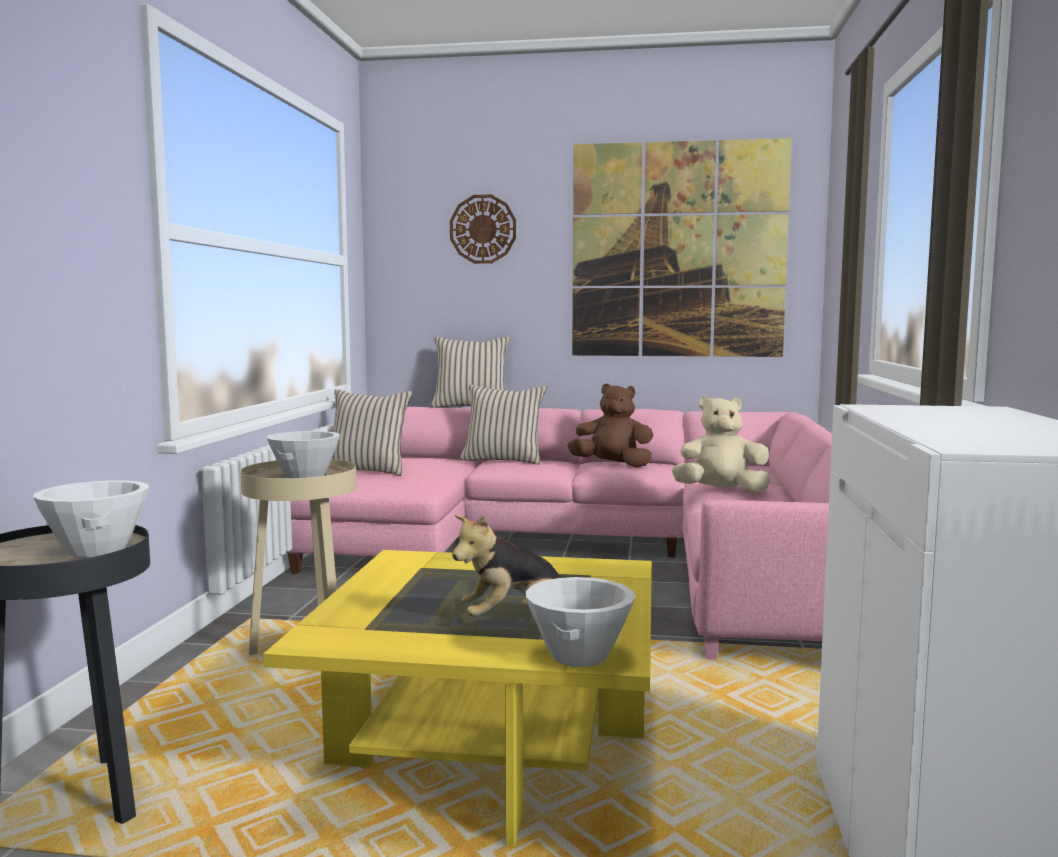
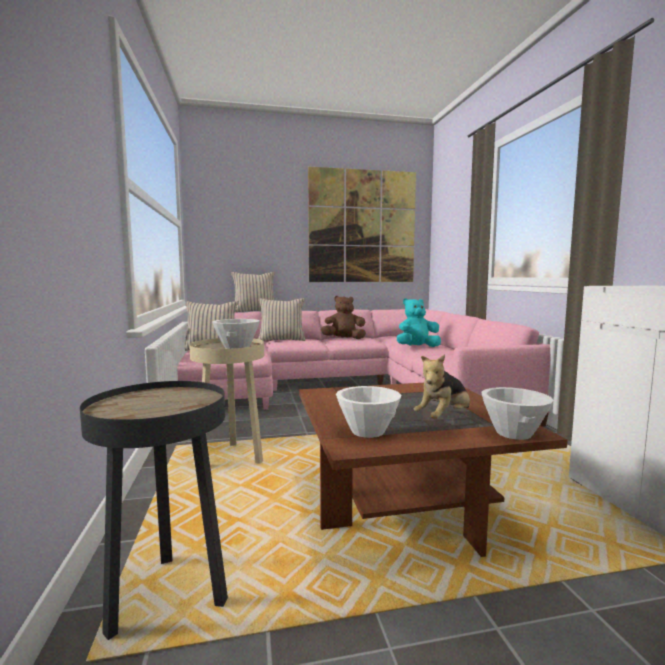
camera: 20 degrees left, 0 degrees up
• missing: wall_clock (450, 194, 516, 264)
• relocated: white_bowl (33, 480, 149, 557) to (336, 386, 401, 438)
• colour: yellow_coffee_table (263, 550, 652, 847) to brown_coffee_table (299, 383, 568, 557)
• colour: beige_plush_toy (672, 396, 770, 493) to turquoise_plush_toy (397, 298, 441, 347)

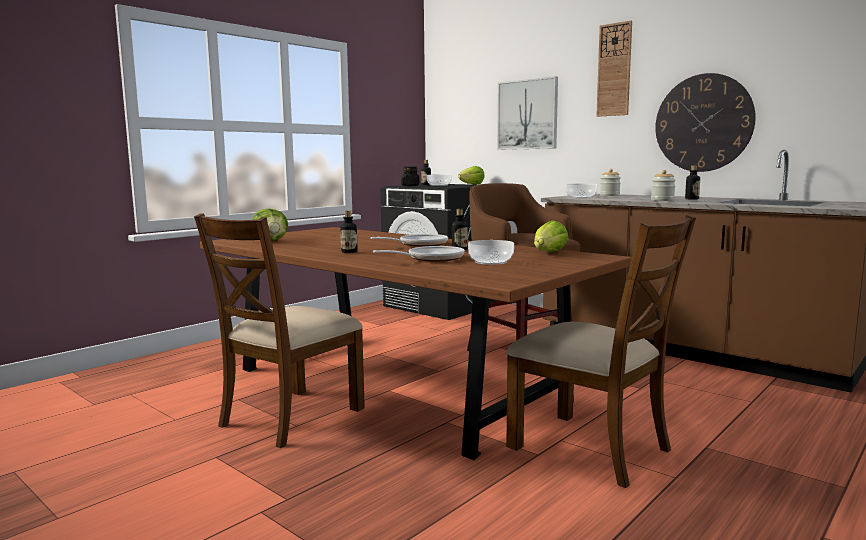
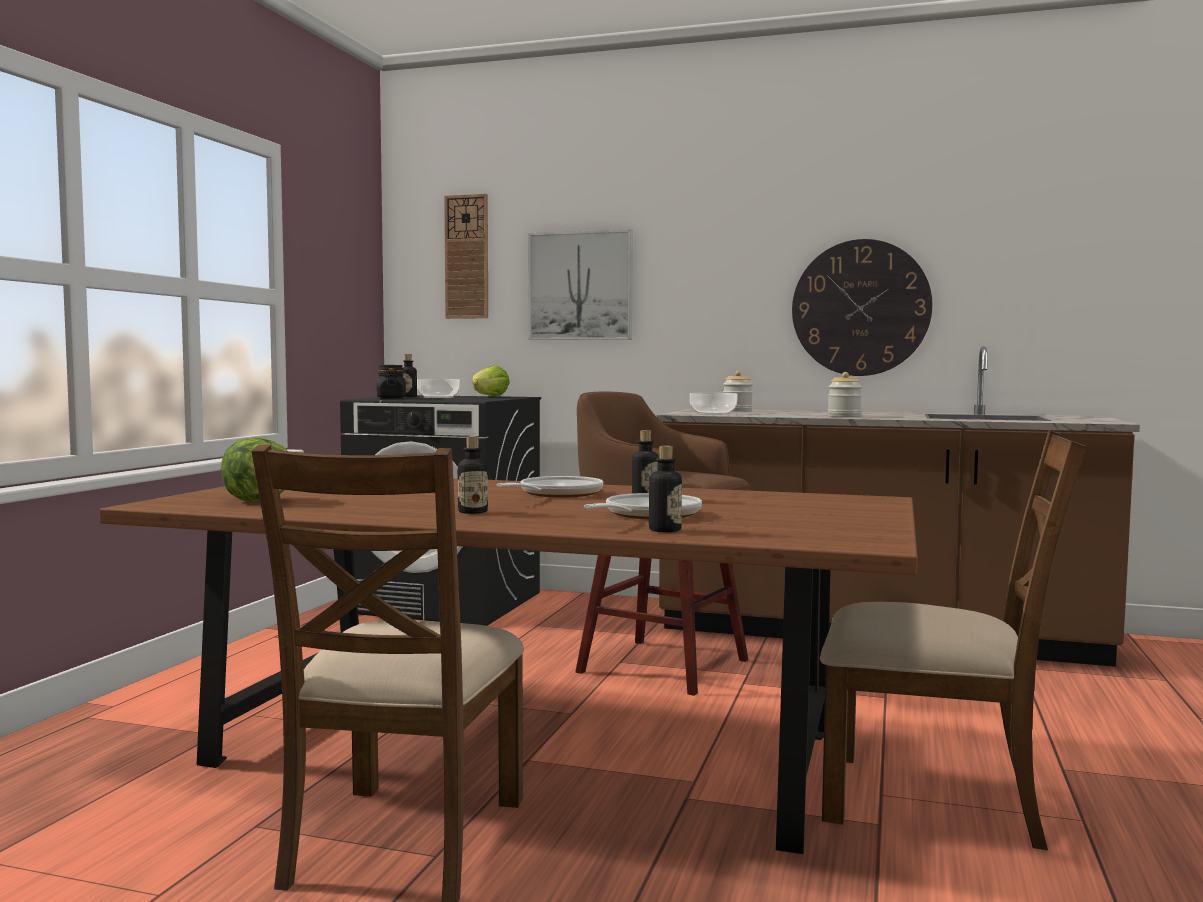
camera: 25 degrees left, 5 degrees down
• missing: bowl (468, 240, 514, 265)
• missing: lettuce (534, 220, 568, 252)
• relocated: wall_clock (596, 21, 632, 117) to (444, 194, 488, 319)
• relocated: bottle (685, 165, 700, 200) to (649, 446, 682, 532)

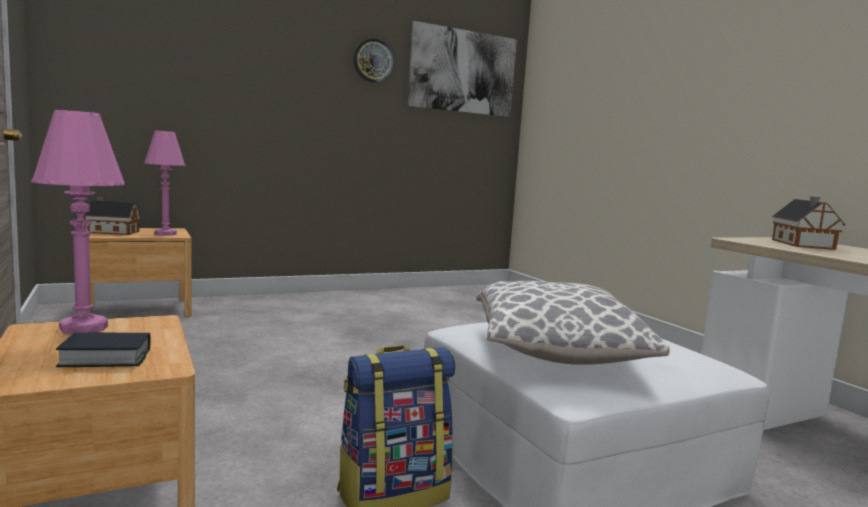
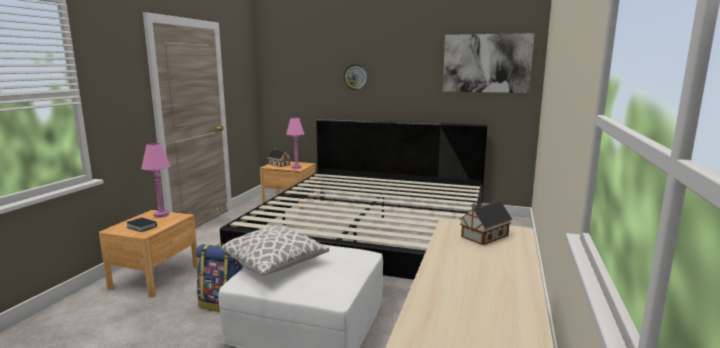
camera: 45 degrees right, 5 degrees up
• appeared: bed (220, 118, 488, 280)
• relocated: wall_clock (353, 38, 394, 83) to (343, 64, 368, 90)

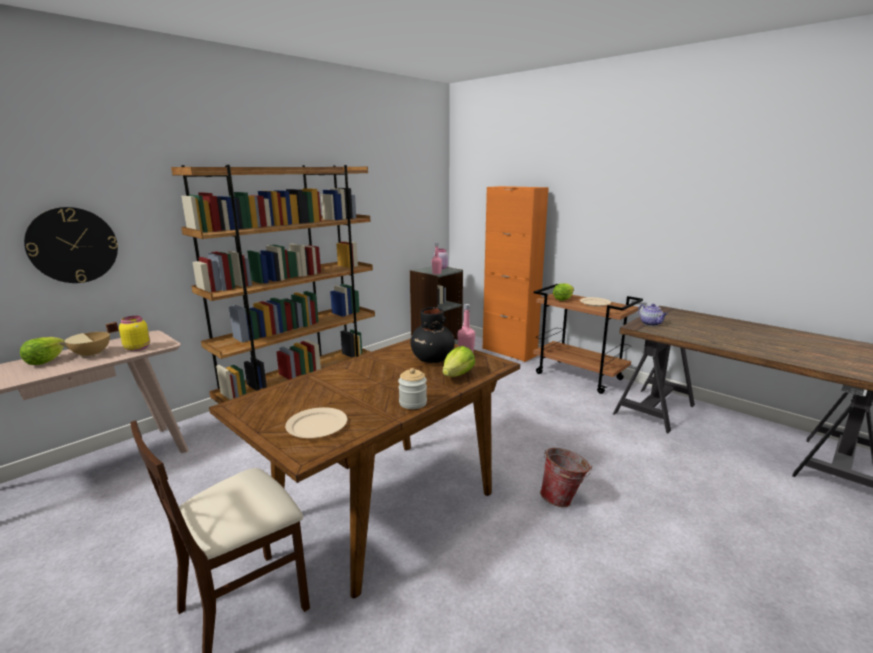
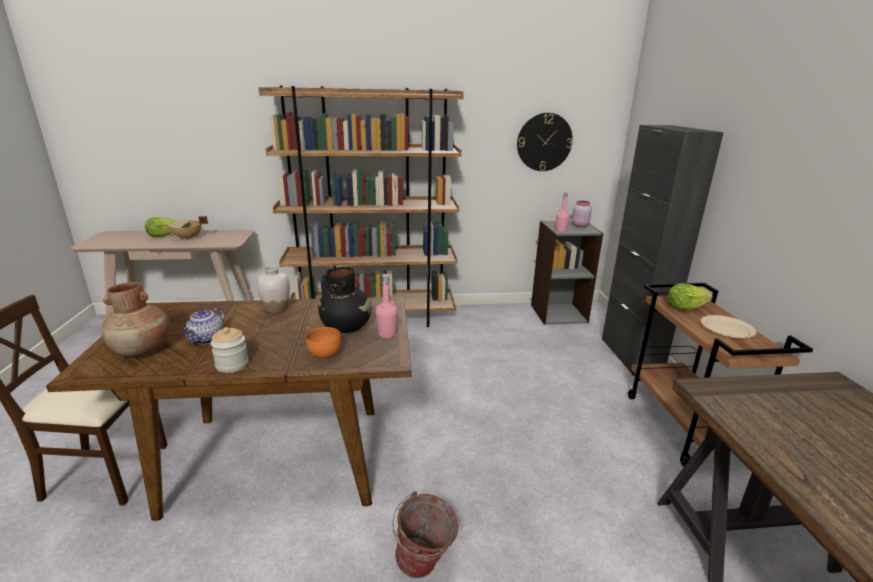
camera: 40 degrees right, 5 degrees up
• missing: yellow_jar (119, 316, 150, 351)
• appeared: white_vase (257, 266, 290, 313)
• relocated: wall_clock (24, 207, 118, 283) to (517, 113, 573, 171)
• relocated: teapot (638, 304, 668, 326) to (180, 307, 225, 344)
• exchanged: beige_plate (285, 407, 348, 438) to brown_vase (101, 282, 171, 357)
• exchanged: lettuce (442, 346, 475, 377) to orange_bowl (306, 327, 342, 360)
• colour: orange_cabinet (483, 186, 549, 362) to black_cabinet (602, 125, 724, 376)

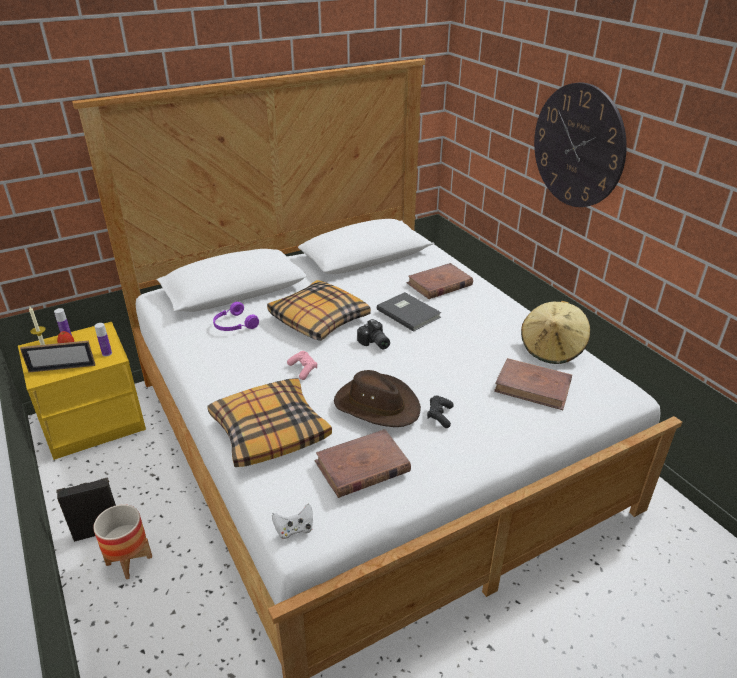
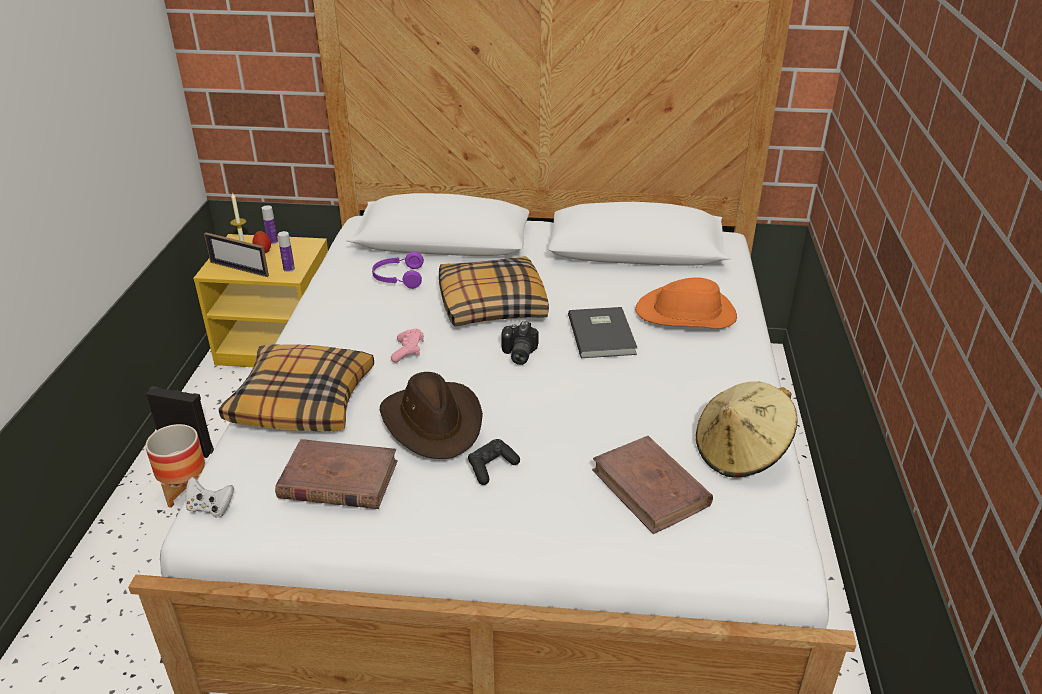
camera: 35 degrees right, 0 degrees up
• missing: wall_clock (534, 83, 627, 207)
• exchanged: brown_book (407, 263, 473, 299) to orange_hat (635, 277, 737, 329)

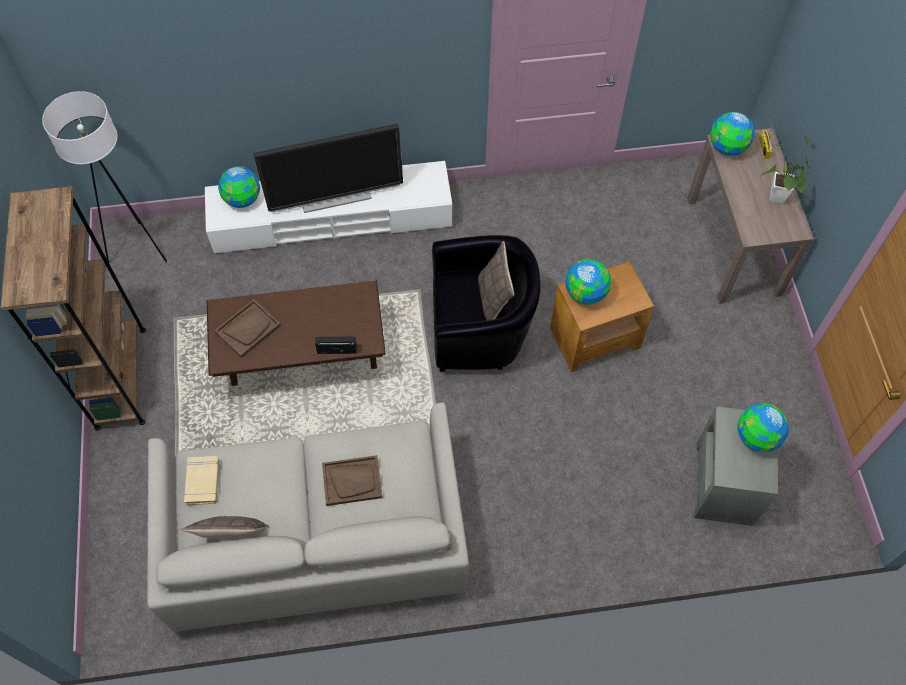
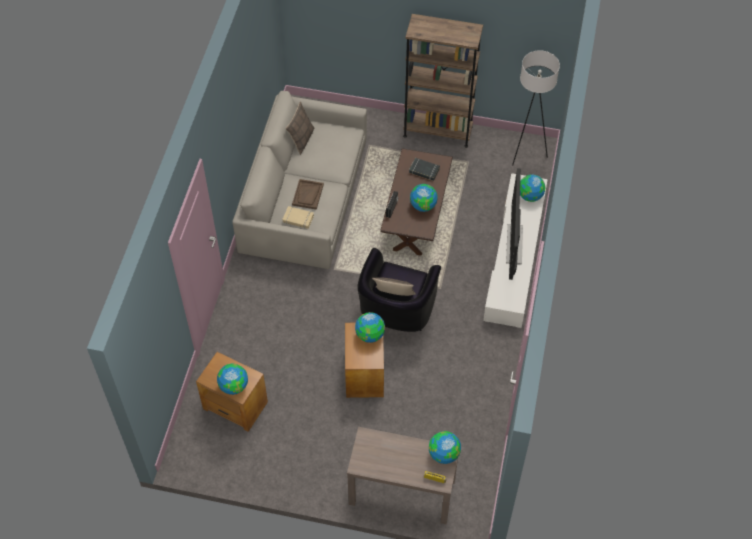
camera: 110 degrees right, 5 degrees down
• missing: potted_plant (761, 135, 810, 204)
• appeared: globe (410, 184, 438, 212)
• relocated: beige_book (184, 456, 220, 505) to (283, 206, 314, 229)
• exchanged: brown_tray (214, 299, 281, 358) to black_book (409, 158, 440, 181)
• colour: grey_side_table (694, 406, 778, 526) to brown_side_table (196, 352, 268, 432)

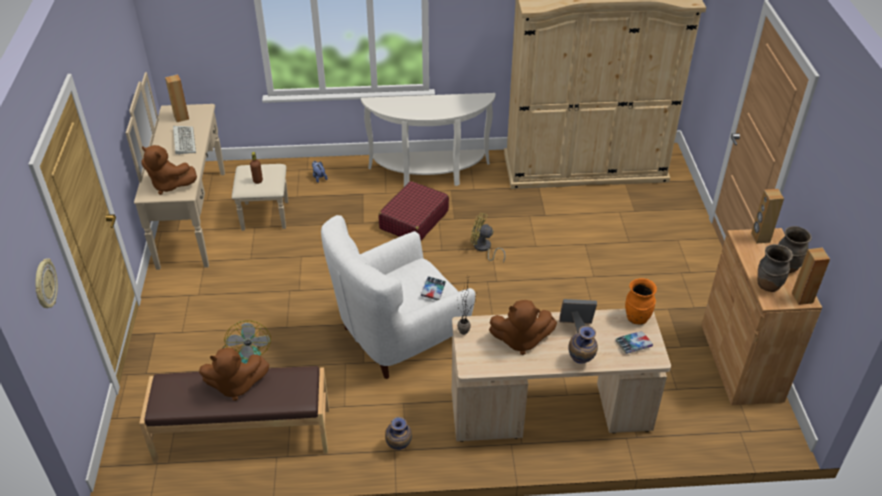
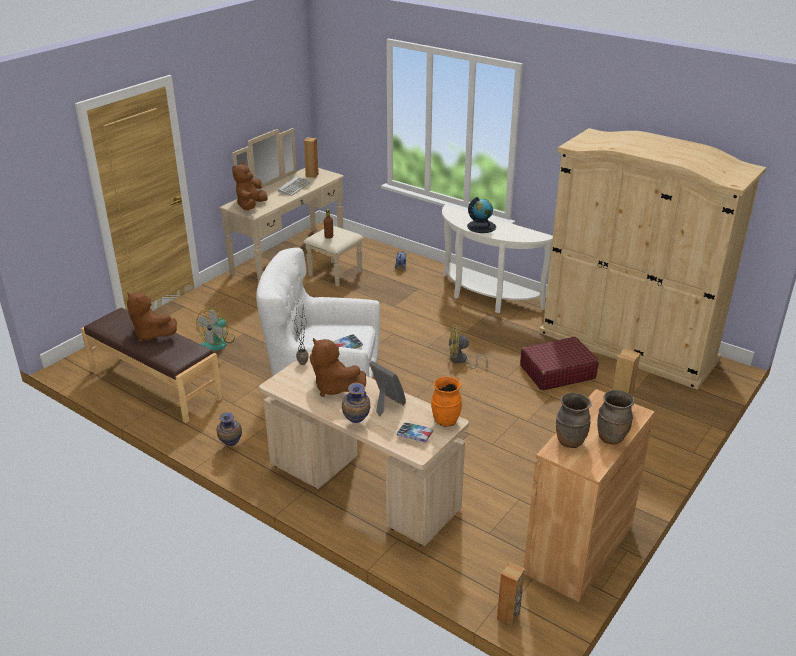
camera: 40 degrees right, 10 degrees down
• missing: wall_clock (35, 259, 58, 308)
• appeared: globe (467, 197, 496, 233)
• relocated: red_suitcase (378, 181, 449, 240) to (520, 337, 599, 390)
• relocated: brown_speaker (792, 247, 830, 305) to (497, 562, 525, 627)
• spun: brown_plush_toy (141, 145, 197, 195) = (232, 162, 268, 210) 45 degrees clockwise
• spun: yellow_fan (470, 213, 506, 263) = (449, 326, 488, 369) 60 degrees counterclockwise

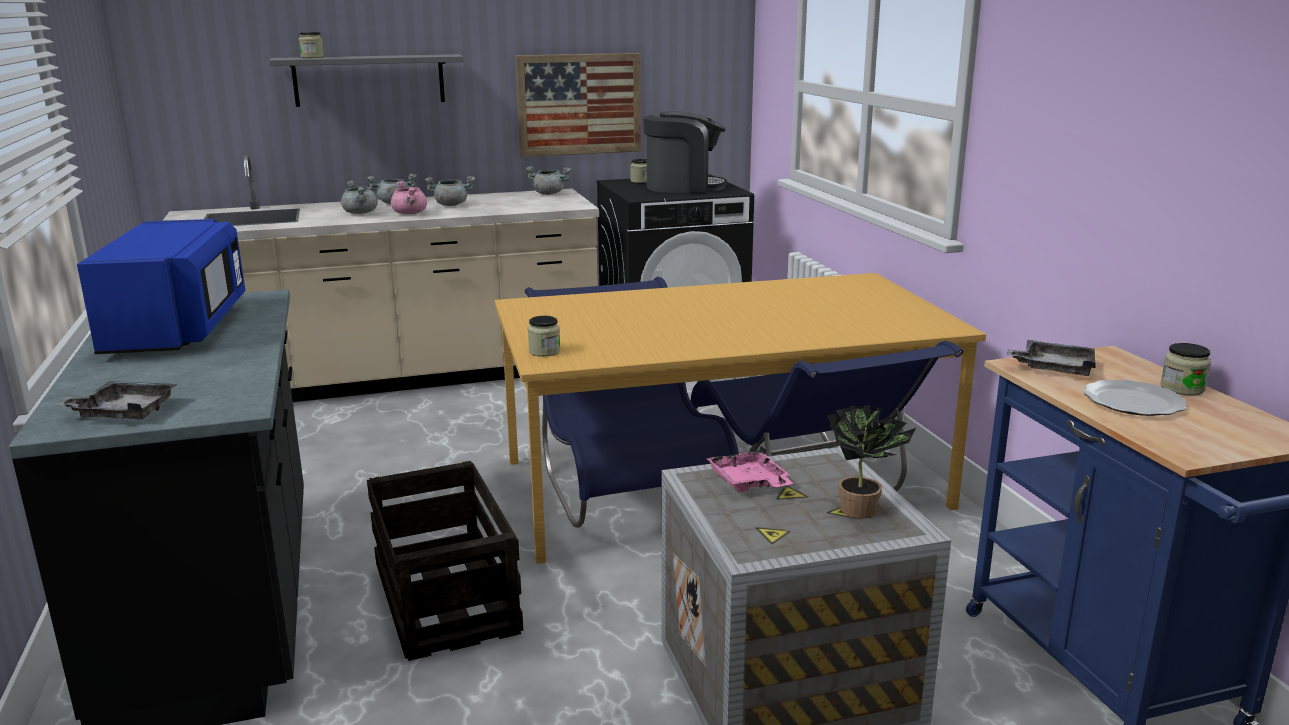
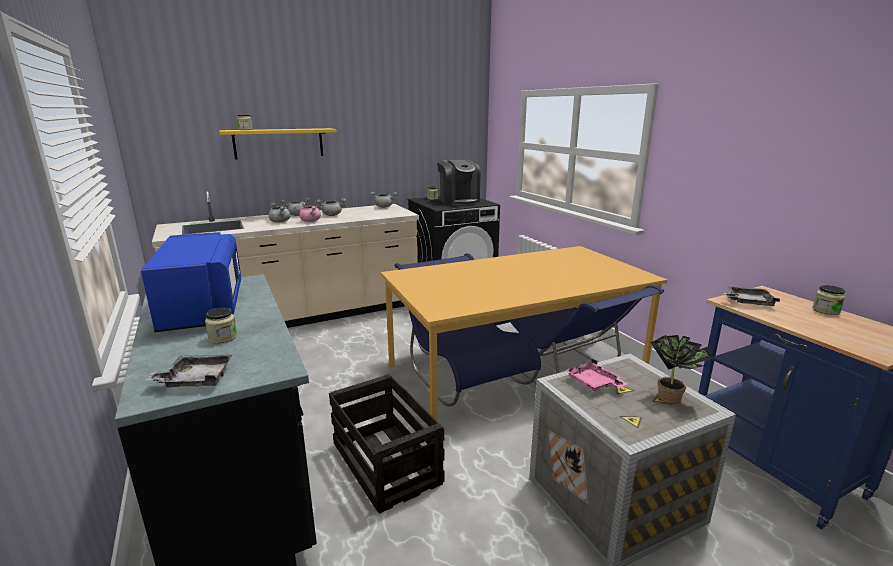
camera: 10 degrees left, 0 degrees up
• missing: picture (515, 53, 641, 157)
• missing: plate (1083, 380, 1187, 416)
• relocated: jar (528, 316, 560, 357) to (205, 308, 237, 344)
• colour: grey_shelf (269, 54, 464, 107) to yellow_shelf (219, 128, 337, 160)
• spun: coffee_machine (644, 111, 727, 193) = (437, 159, 480, 206) 75 degrees clockwise

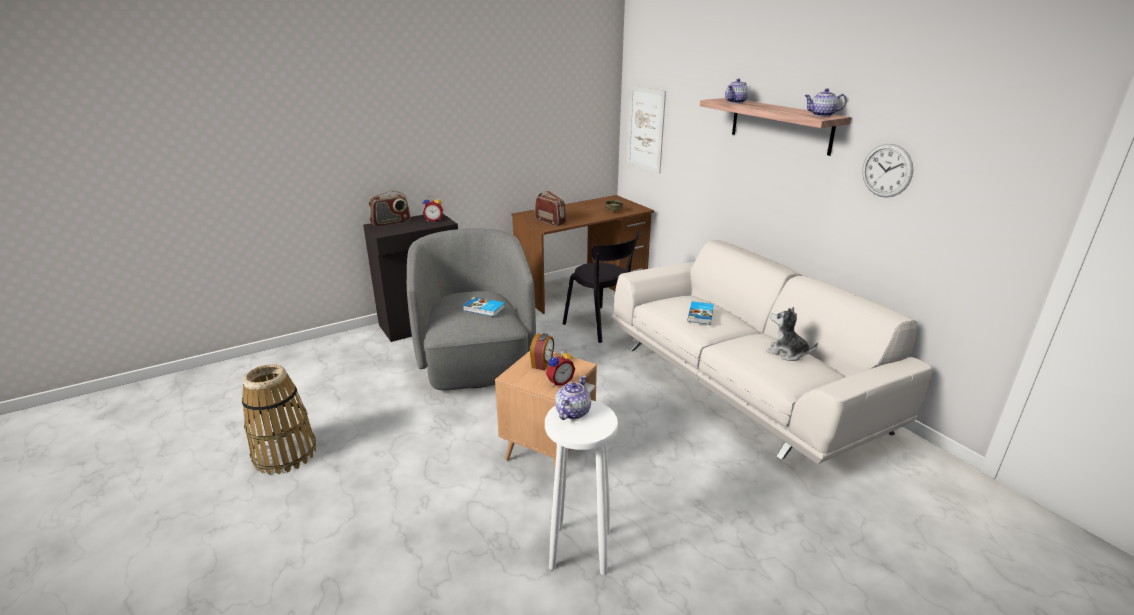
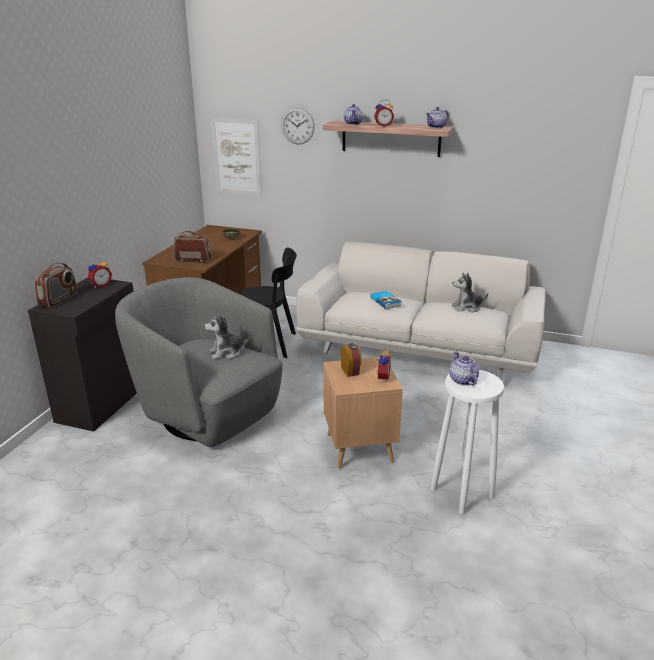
camera: 40 degrees left, 0 degrees up
• missing: basket (242, 364, 317, 475)
• appeared: alarm_clock (374, 99, 394, 127)
• relocated: wall_clock (862, 144, 913, 198) to (281, 108, 315, 144)
• exchanged: book (463, 297, 505, 317) to plush_toy (204, 312, 250, 359)

